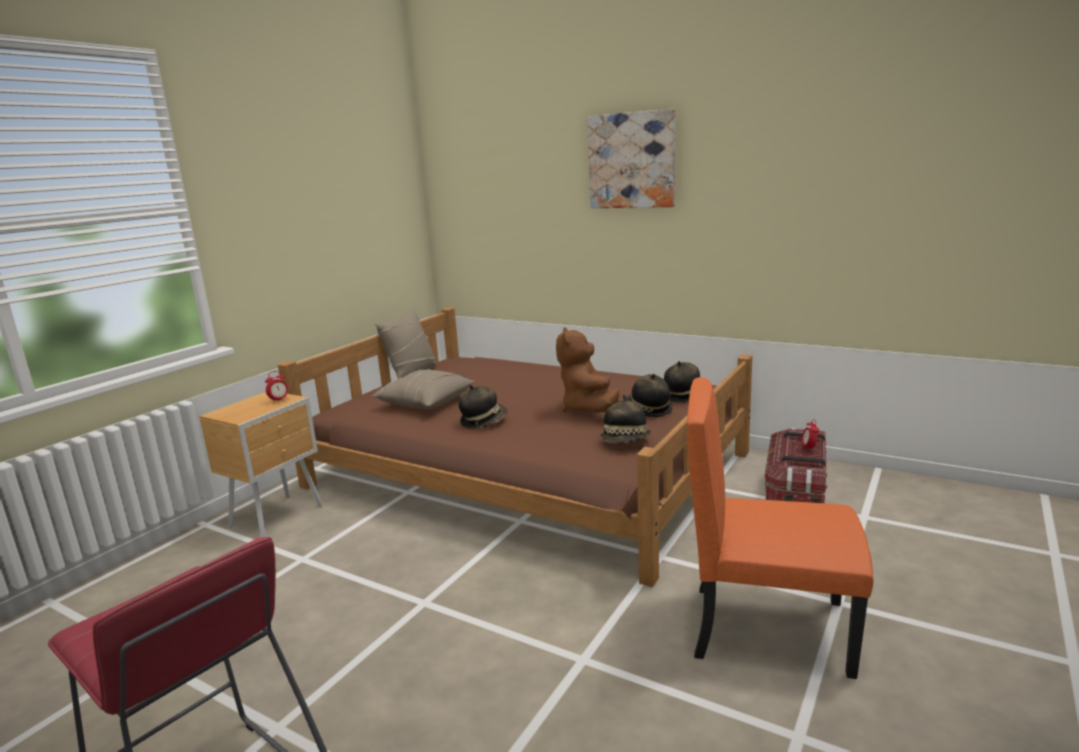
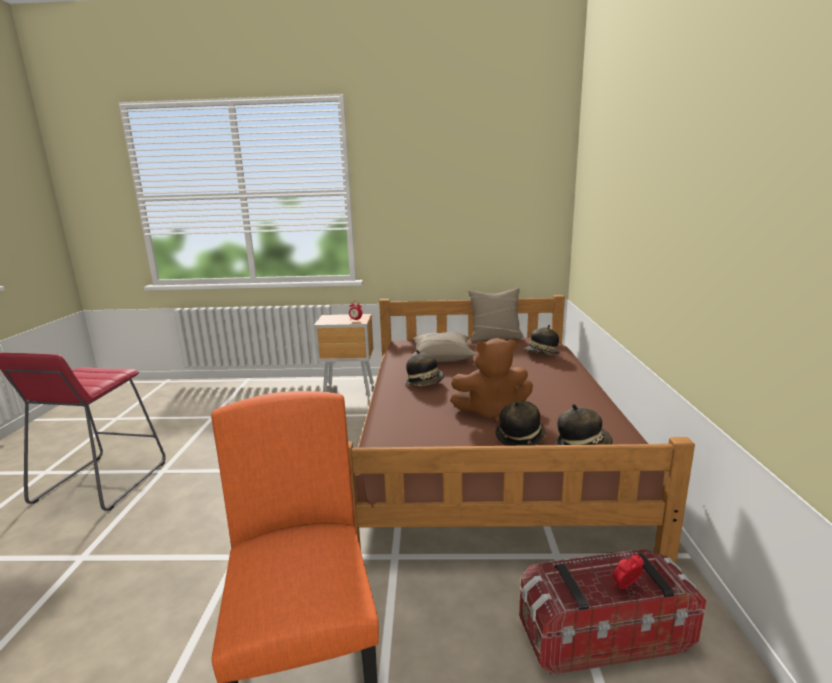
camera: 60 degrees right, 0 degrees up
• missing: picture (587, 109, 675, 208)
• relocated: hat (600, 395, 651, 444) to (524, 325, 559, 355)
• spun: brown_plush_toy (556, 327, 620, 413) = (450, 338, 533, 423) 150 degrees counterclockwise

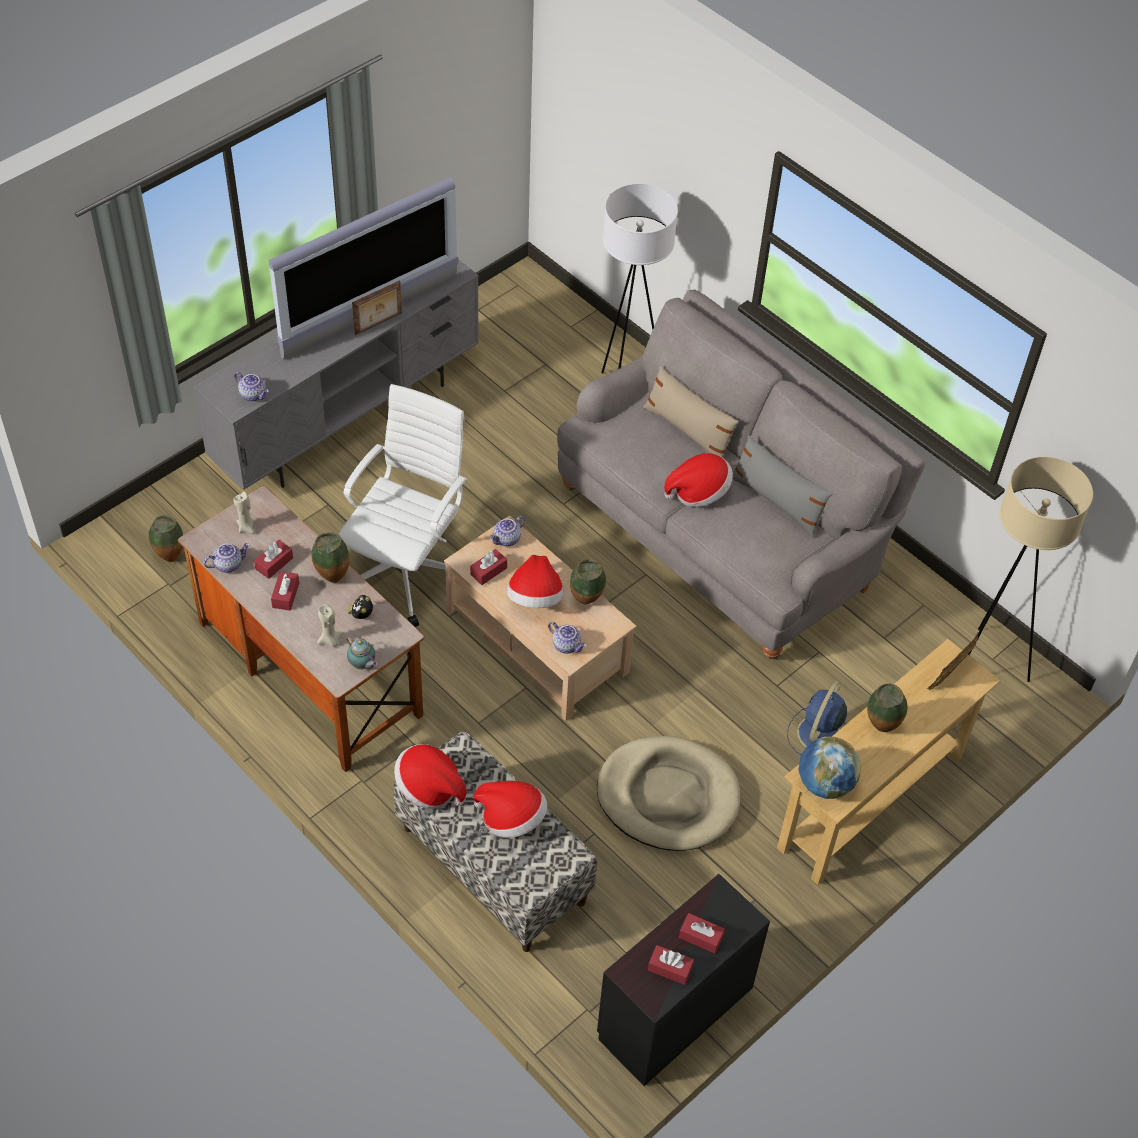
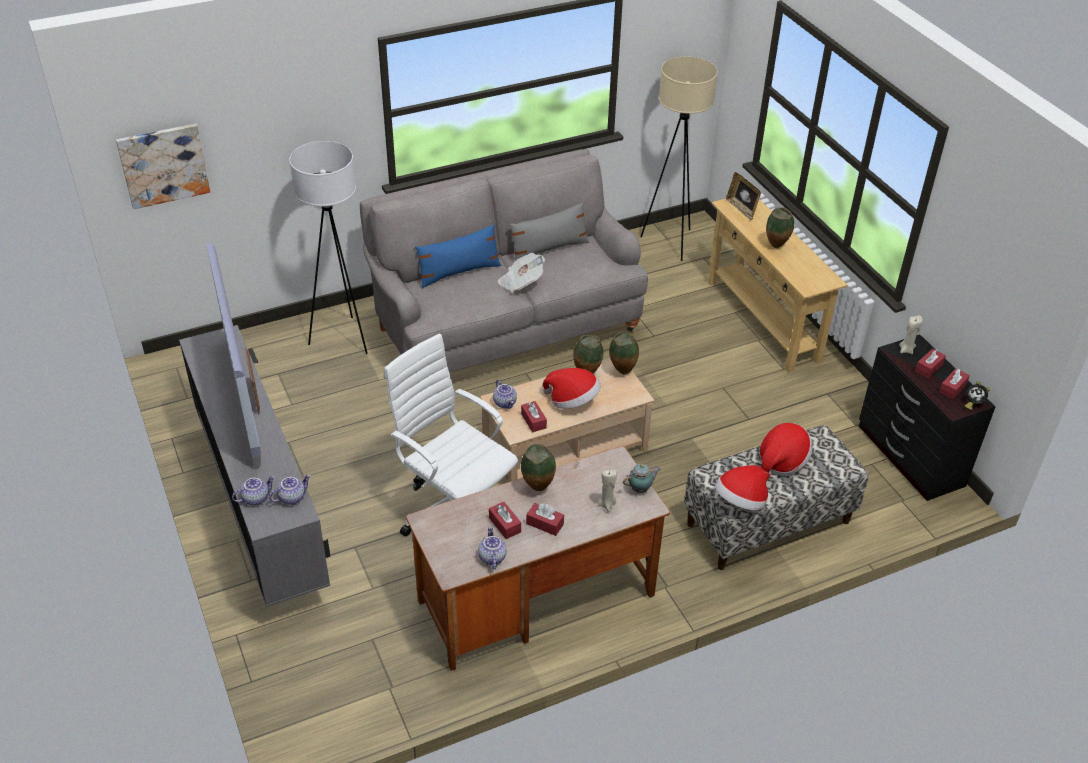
camera: 70 degrees left, 10 degrees down
• missing: beige_dog_bed (597, 736, 740, 851)
• missing: blue_fan (787, 680, 847, 755)
• missing: globe (798, 737, 861, 799)
• appeared: picture (116, 124, 210, 209)
• relocated: vase (149, 515, 183, 562) to (609, 331, 639, 375)
• relocated: beige_candle (233, 492, 254, 534) to (899, 315, 923, 354)
• relocated: alarm_clock (348, 595, 373, 619) to (965, 381, 990, 410)
• relocated: teapot (548, 622, 586, 654) to (232, 476, 275, 506)
• exchanged: hat (664, 453, 733, 507) to newspaper (498, 253, 545, 293)
• colour: beige_pillow (643, 365, 739, 458) to blue_pillow (415, 224, 501, 288)

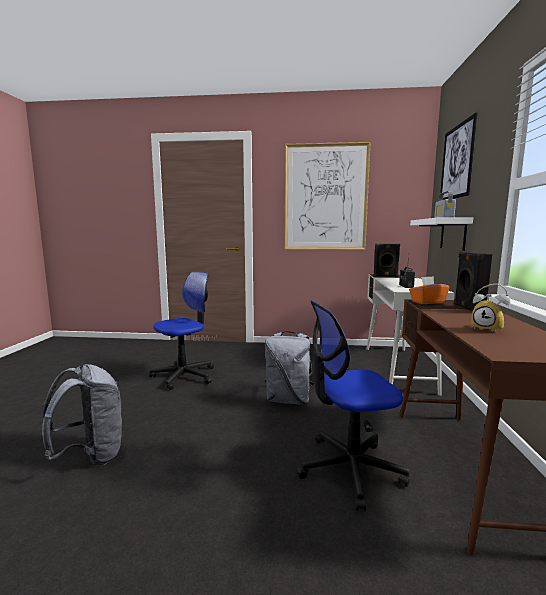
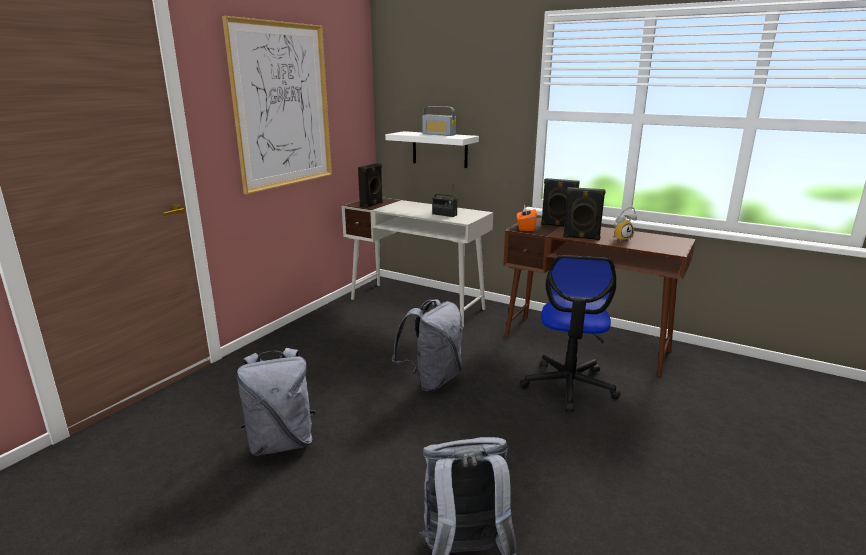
camera: 65 degrees left, 10 degrees up
• missing: picture (440, 112, 477, 200)
• appeared: black_speaker (563, 187, 606, 240)
• exchanged: office_chair (149, 271, 214, 390) to grey_backpack (237, 348, 316, 456)

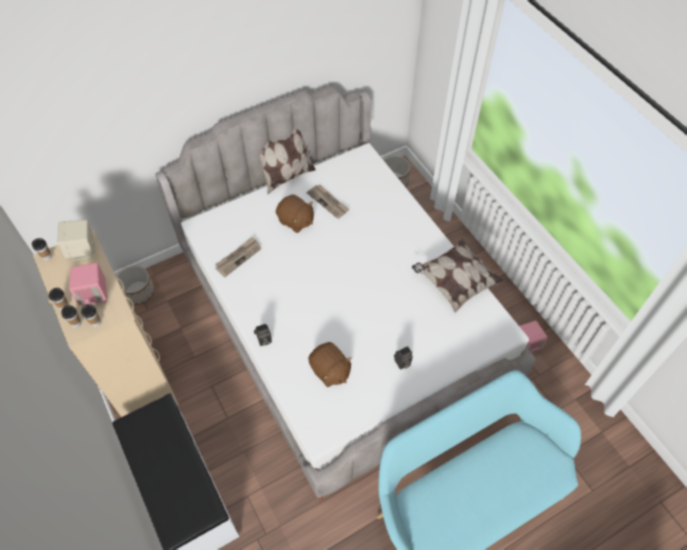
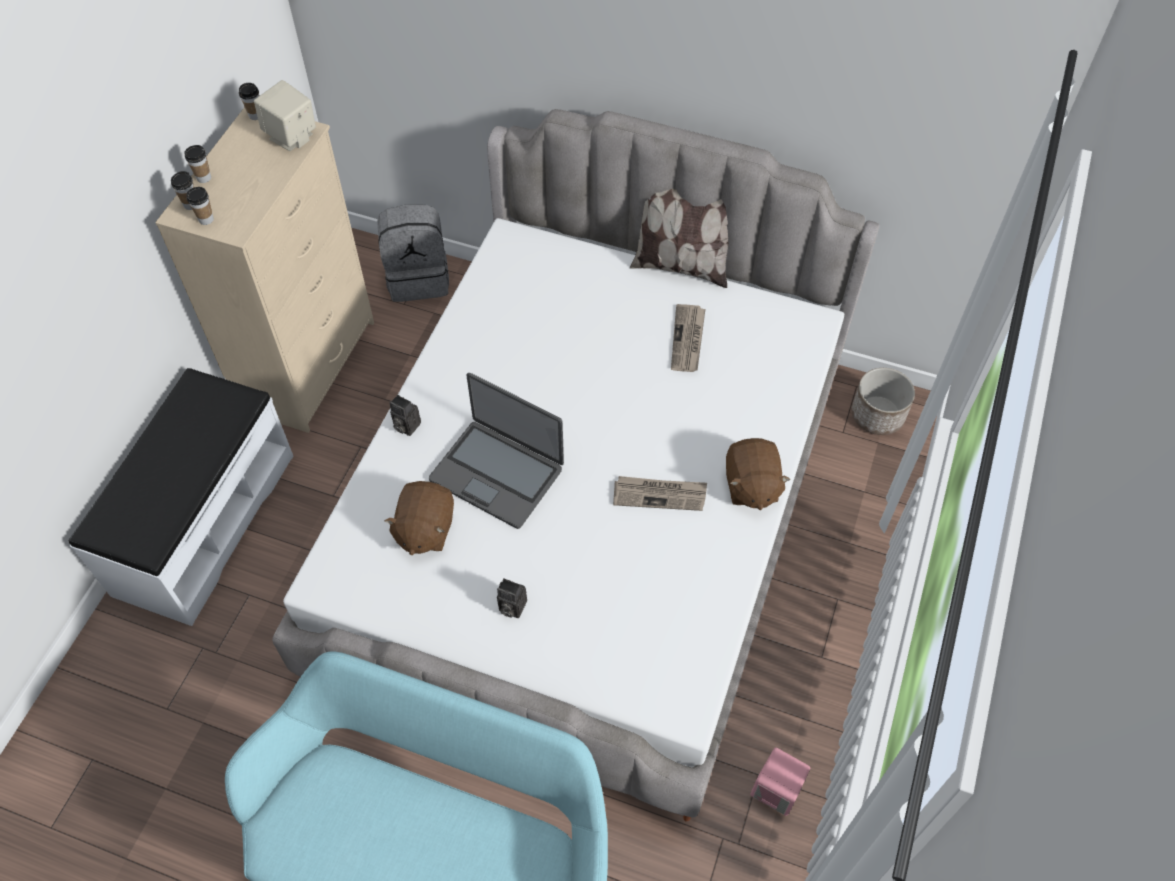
camera: 50 degrees right, 0 degrees up
• missing: pink_speaker (69, 263, 107, 306)
• missing: pillow (412, 238, 505, 313)
• appeared: laptop (429, 373, 564, 529)
• relocated: newspaper (215, 236, 262, 277) to (613, 476, 707, 511)
• relocated: brown_plush_toy (276, 194, 314, 233) to (726, 438, 791, 510)
• exchanged: planter (117, 266, 154, 305) to grey_backpack (377, 204, 449, 302)

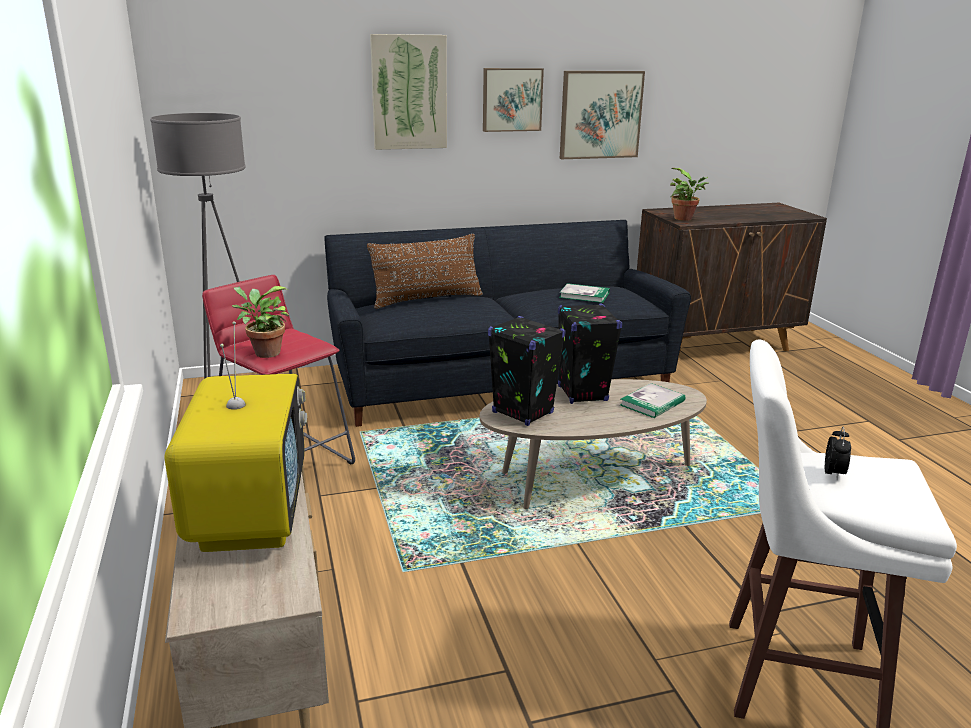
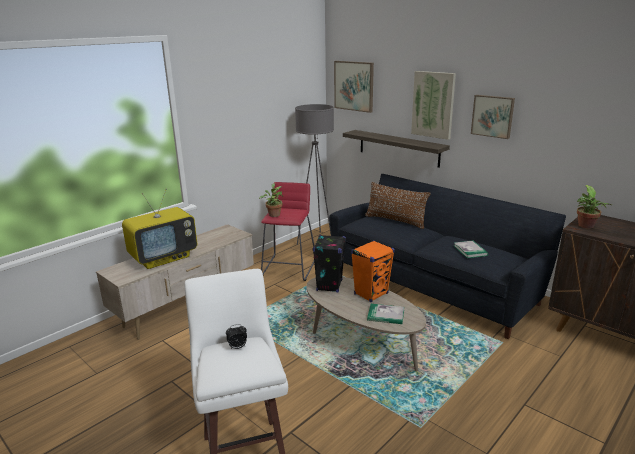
camera: 60 degrees right, 0 degrees up
• appeared: shelf (343, 130, 450, 168)
• relocated: picture (560, 71, 645, 159) to (334, 61, 374, 113)
• colour: black_speaker (558, 304, 623, 404) to orange_speaker (351, 240, 395, 302)

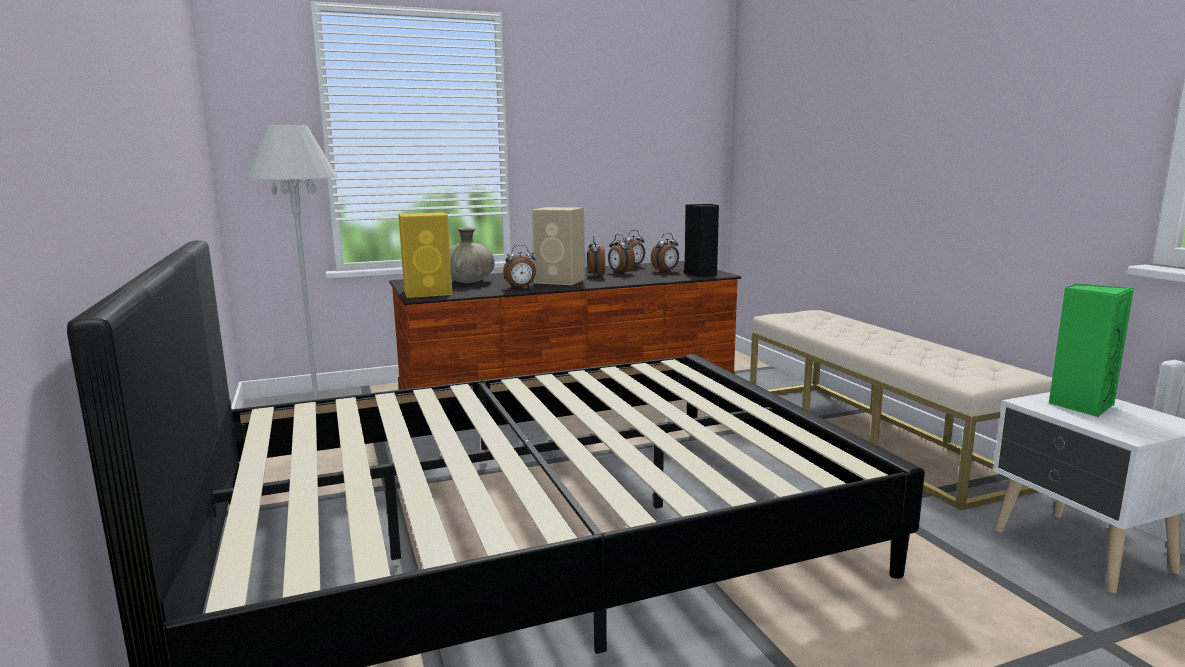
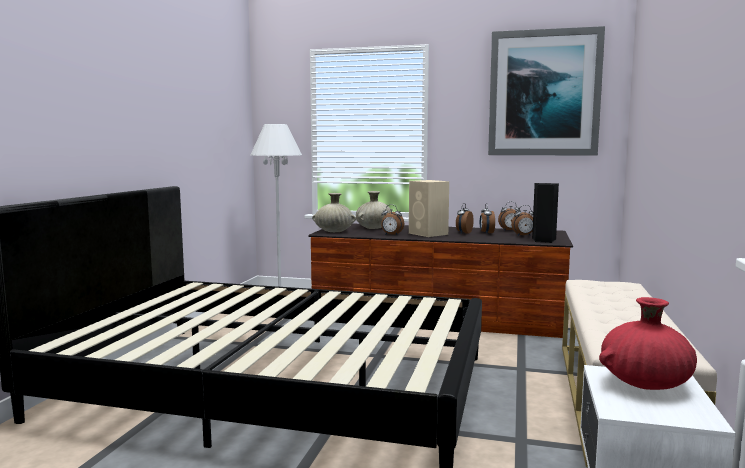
camera: 35 degrees right, 5 degrees down
• appeared: picture (488, 26, 605, 156)
• exchanged: yellow_speaker (399, 212, 452, 298) to beige_vase (312, 193, 356, 232)
• exchanged: green_speaker (1049, 284, 1134, 417) to red_vase (599, 297, 697, 390)

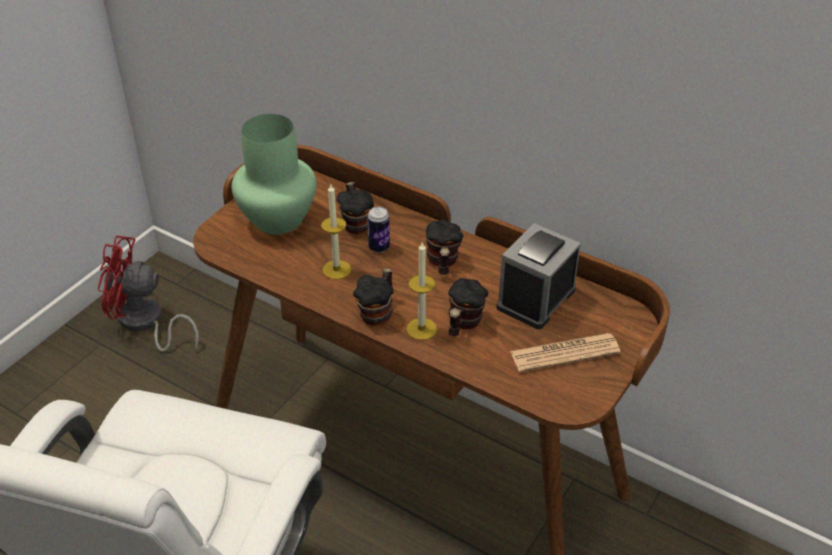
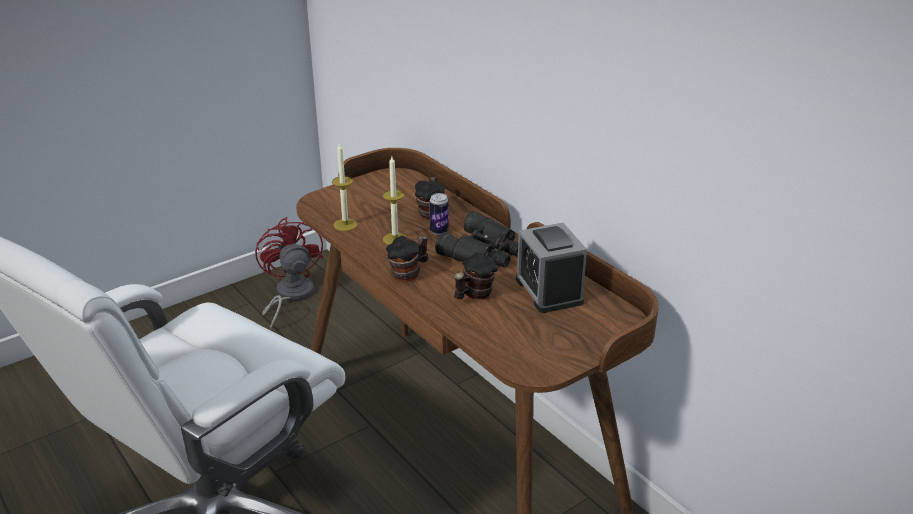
camera: 20 degrees right, 10 degrees down
• missing: green_vase (232, 114, 317, 235)
• missing: newspaper (510, 333, 621, 372)
• relocated: candle (406, 242, 437, 340) to (332, 142, 358, 231)
• exchanged: mug (426, 220, 463, 275) to black_binoculars (435, 211, 518, 268)
• spun: red_fan (98, 236, 199, 352) = (255, 217, 323, 330) 45 degrees clockwise
• spun: alarm_clock (497, 223, 581, 329) = (516, 223, 587, 313) 75 degrees counterclockwise

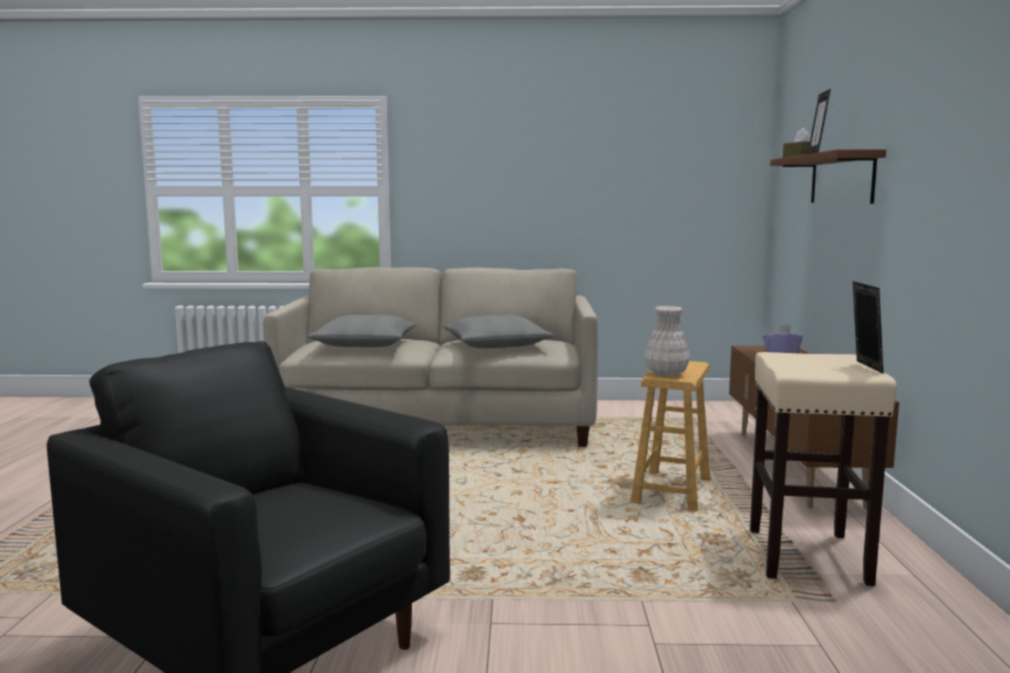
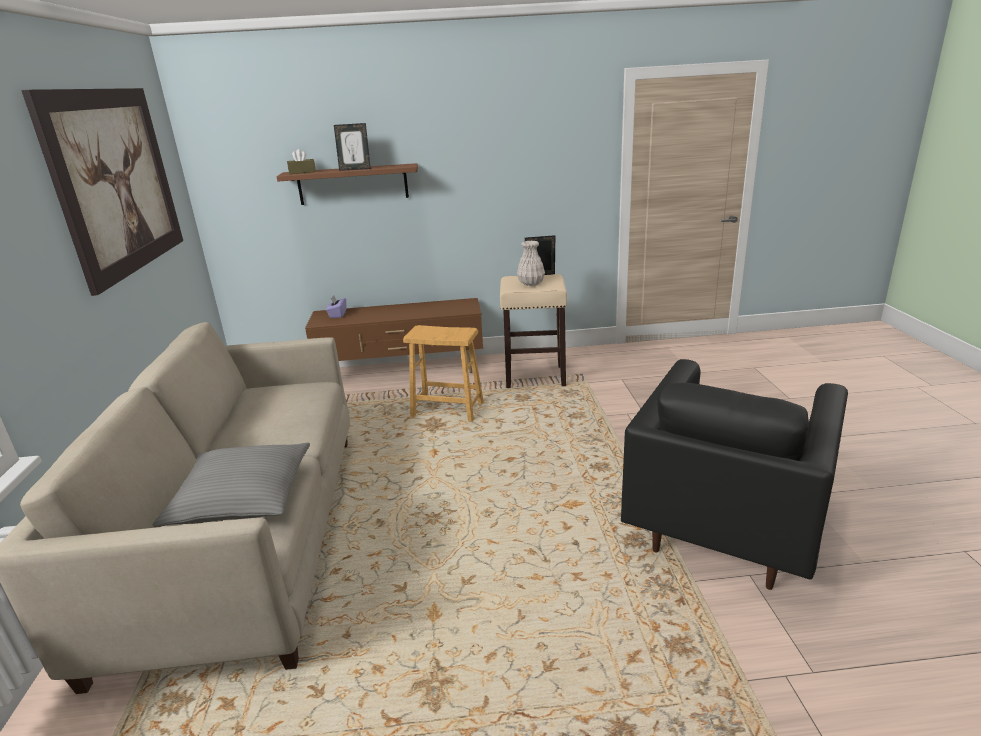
camera: 95 degrees left, 15 degrees up
• missing: grey_pillow (443, 315, 554, 348)
• appeared: picture (21, 88, 183, 296)
• relocated: white_vase (644, 306, 690, 377) to (517, 241, 545, 286)

